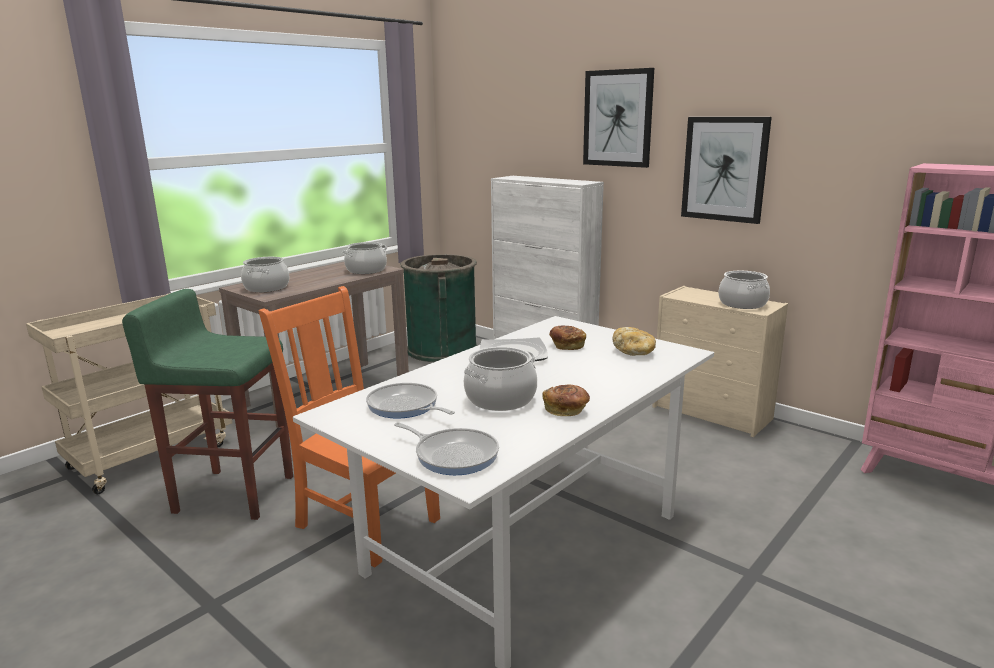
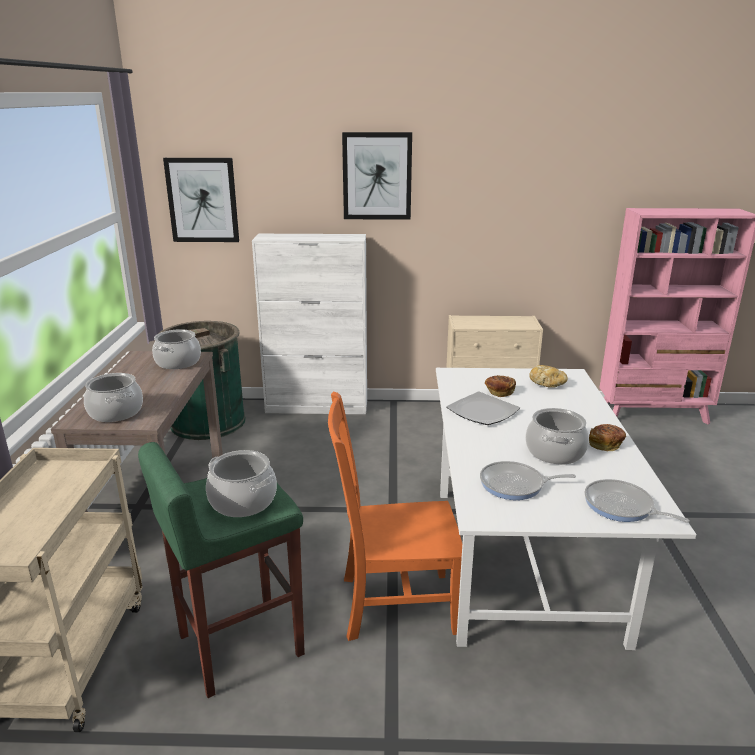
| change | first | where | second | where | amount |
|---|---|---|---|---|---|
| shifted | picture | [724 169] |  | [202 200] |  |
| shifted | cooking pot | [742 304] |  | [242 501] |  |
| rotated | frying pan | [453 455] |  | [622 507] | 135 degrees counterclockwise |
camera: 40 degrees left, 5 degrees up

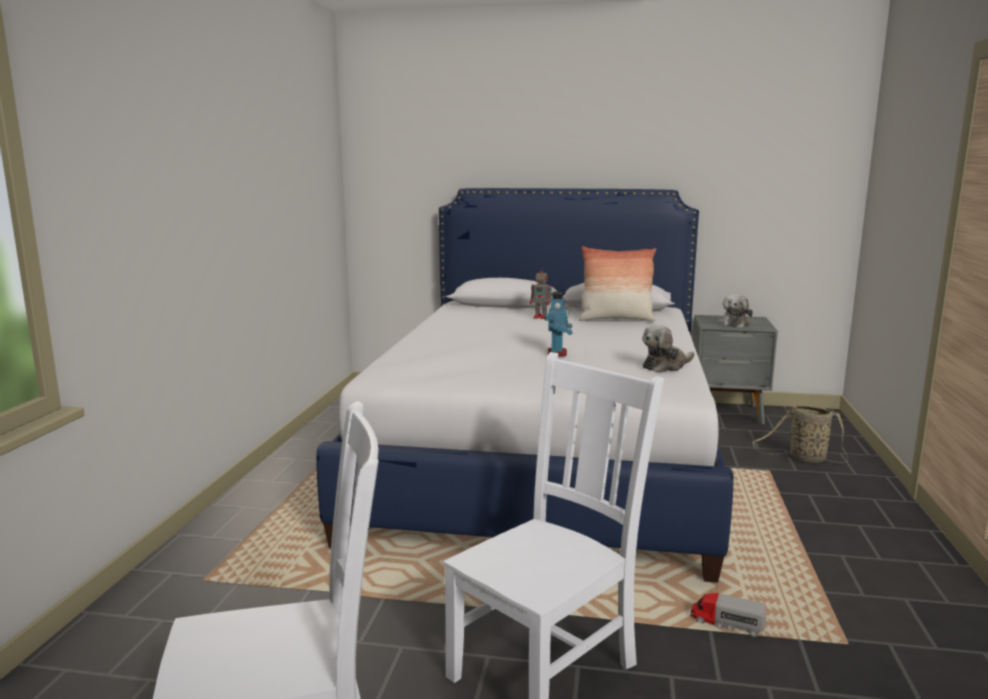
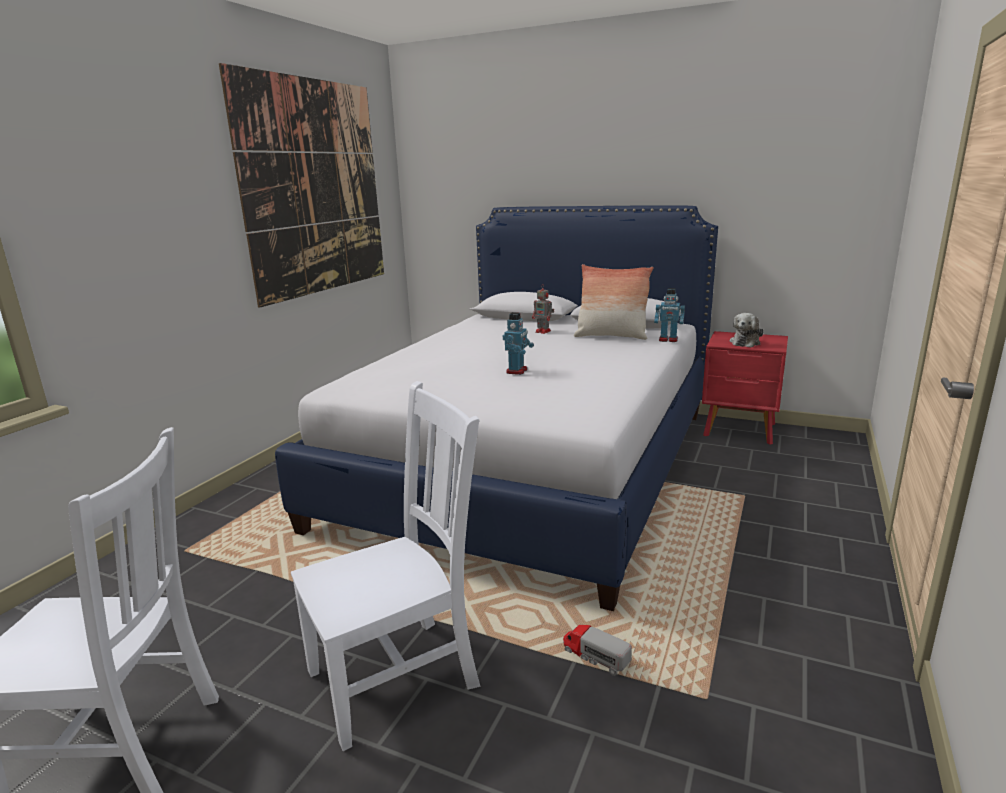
| change | first | where | second | where | amount |
|---|---|---|---|---|---|
| new |  |  | picture | [315 188] |  |
| new |  |  | toy robot | [668 340] |  |
| repainted | nightstand (grey) | [728 413] | nightstand (red) | [740 430] |  |
| gone | plush toy | [665 366] |  |  |  |
| gone | basket | [804 458] |  |  |  |
camera: 15 degrees right, 5 degrees up

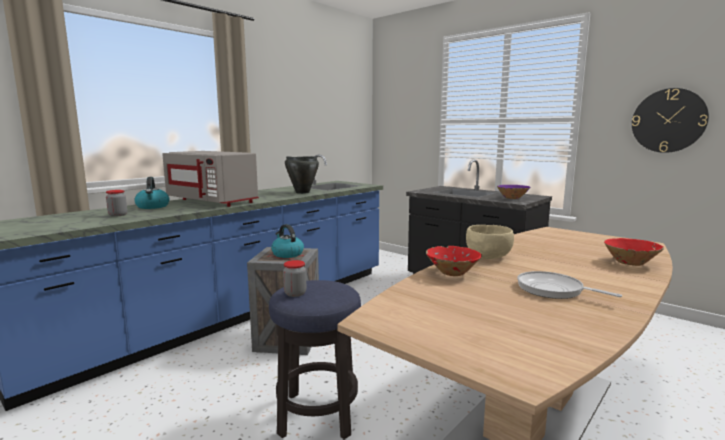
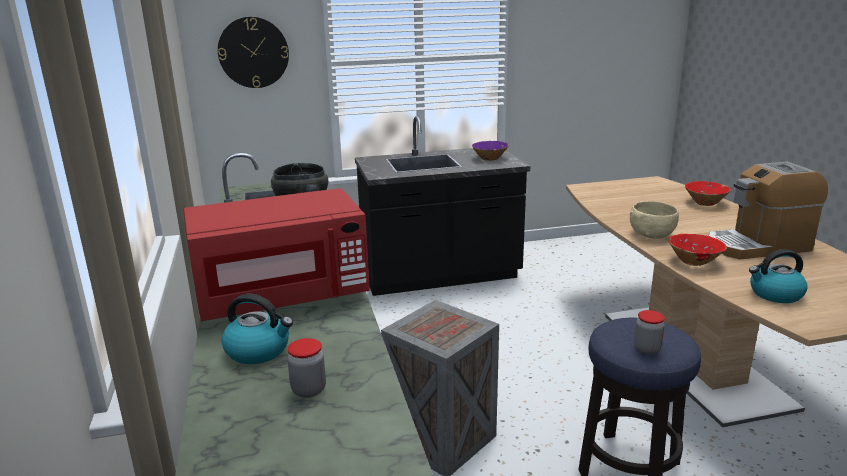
| change | first | where | second | where | amount |
|---|---|---|---|---|---|
| repainted | microwave (grey) | [213 201] | microwave (red) | [282 295] |  |
| shifted | wall clock | [668 120] |  | [253 52] |  |
| swapped | frying pan | [553 290] | coffee machine | [758 246] |  |
| shifted | kettle | [287 254] |  | [775 294] |  |
camera: 55 degrees left, 10 degrees up

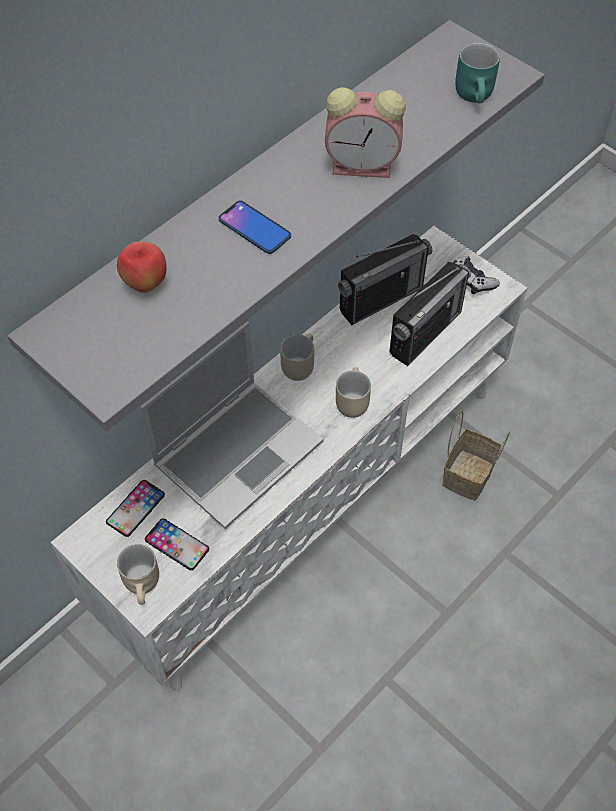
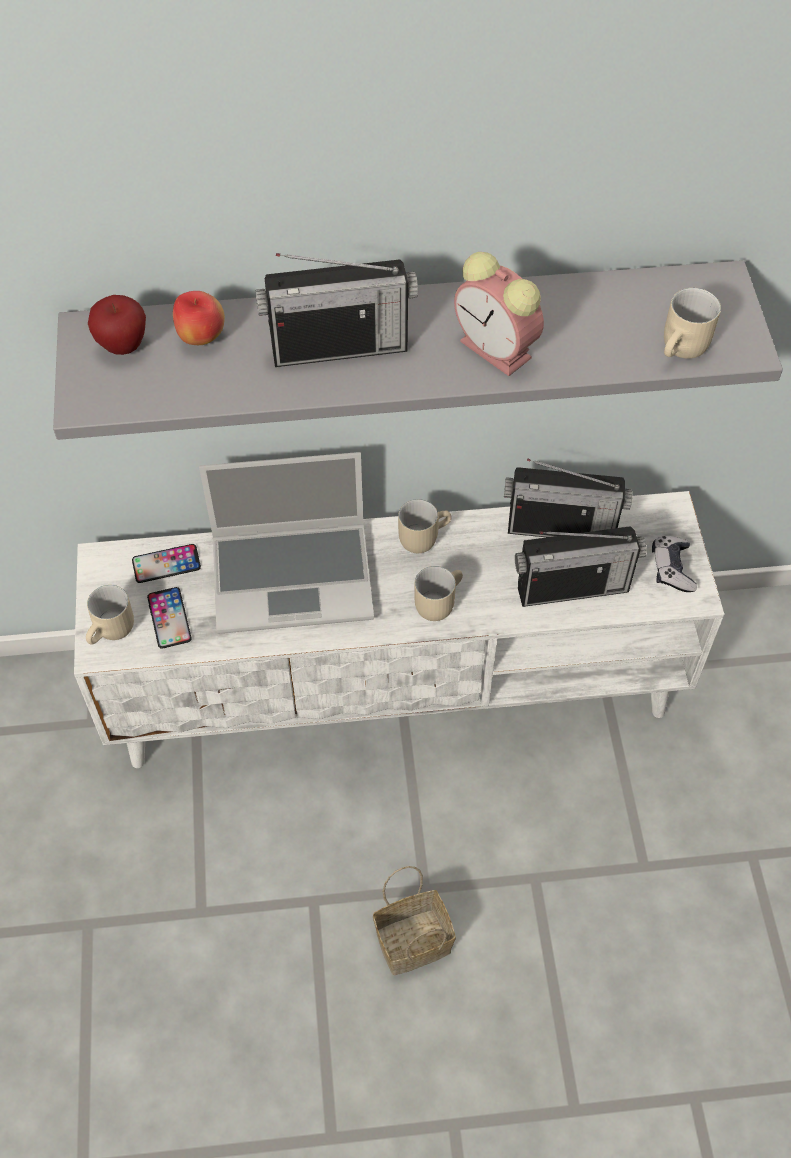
| change | first | where | second | where | amount |
|---|---|---|---|---|---|
| new |  |  | apple | [123 346] |  |
| swapped | phone | [254 228] | radio | [339 347] |  |
| shifted | basket | [468 477] |  | [411 944] |  |
| repainted | mug (turquoise) | [477 96] | mug (beige) | [684 350] |  |
camera: 40 degrees right, 0 degrees up

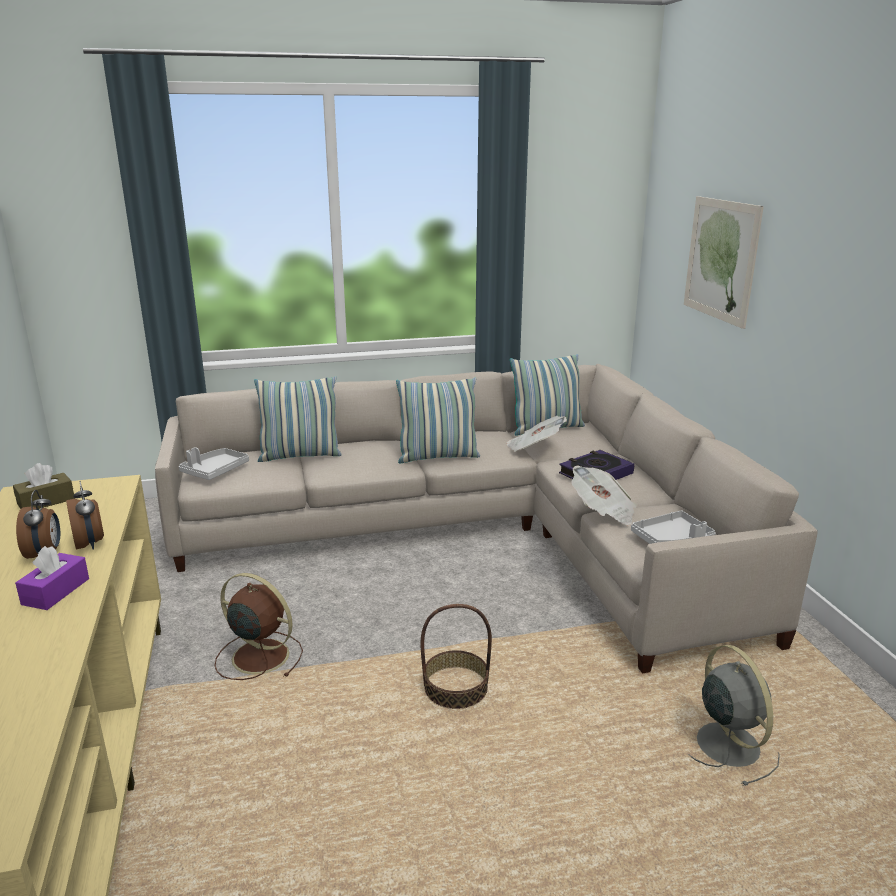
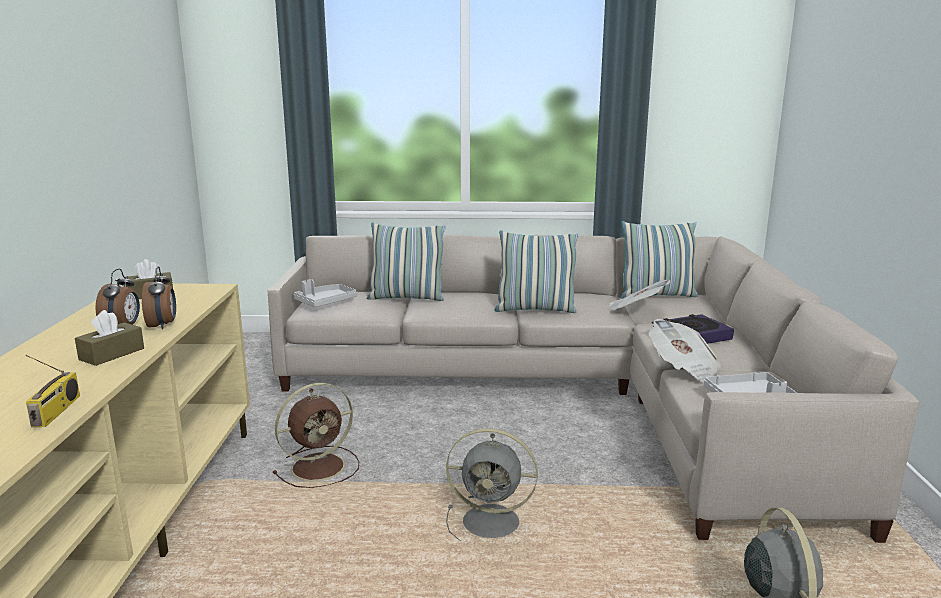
| change | first | where | second | where | amount |
|---|---|---|---|---|---|
| new |  |  | radio | [56 412] |  |
| repainted | tissue box (purple) | [56 591] | tissue box (brown) | [112 354] |  |
| rotated | fan (brown) | [258 655] |  | [320 466] | 105 degrees clockwise |
| swapped | basket | [456 688] | fan (grey) | [494 522] |  |
| gone | picture | [721 260] |  |  |  |
camera: 15 degrees right, 5 degrees down

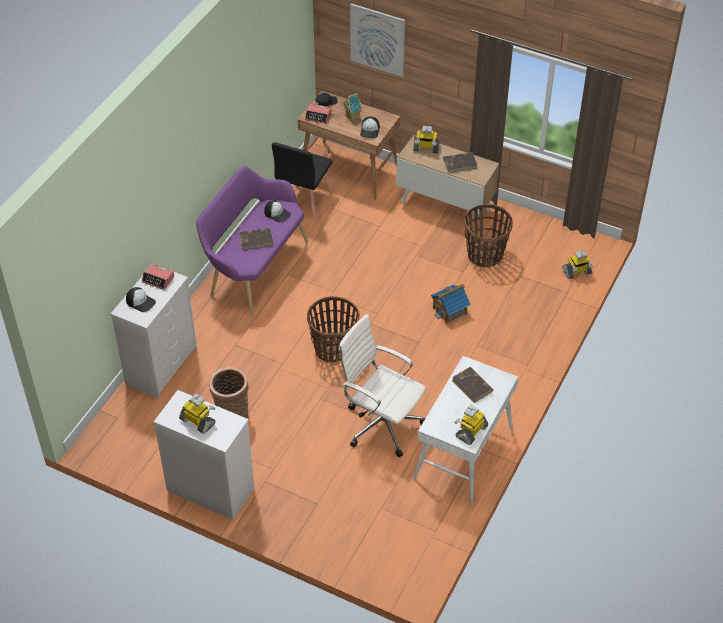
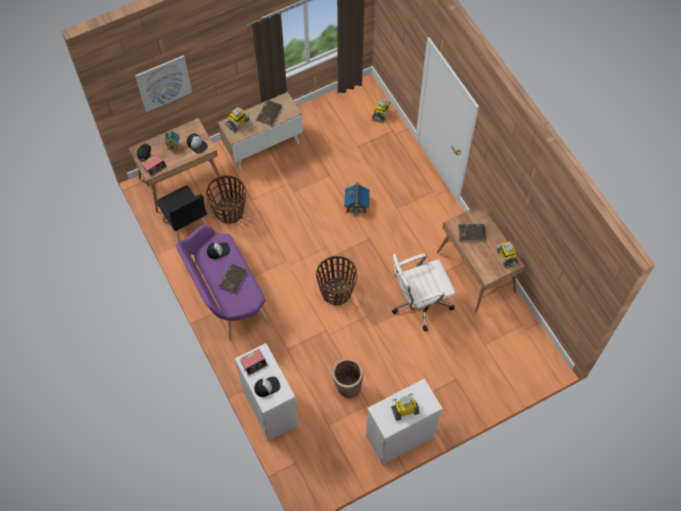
| change | first | where | second | where | amount |
|---|---|---|---|---|---|
| shifted | basket | [485 255] |  | [229 211] |  |
| repainted | desk (white) | [463 454] | desk (brown) | [476 272] |  |
camera: 55 degrees left, 15 degrees up

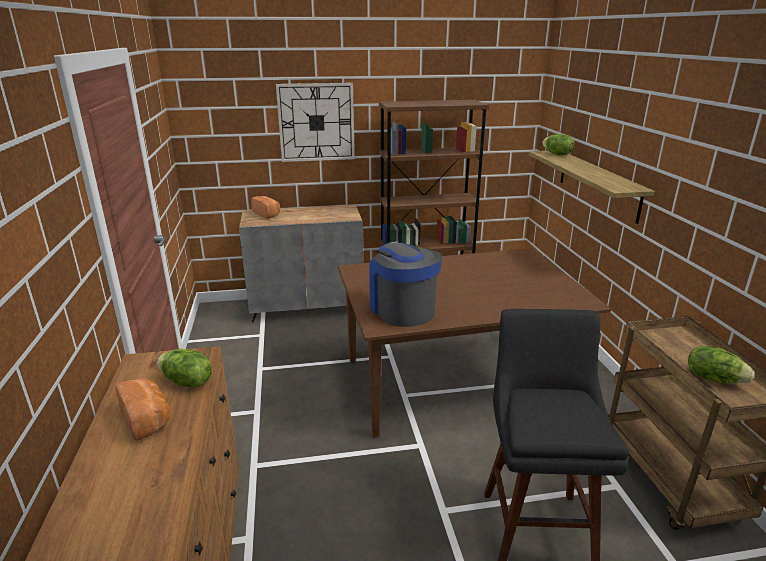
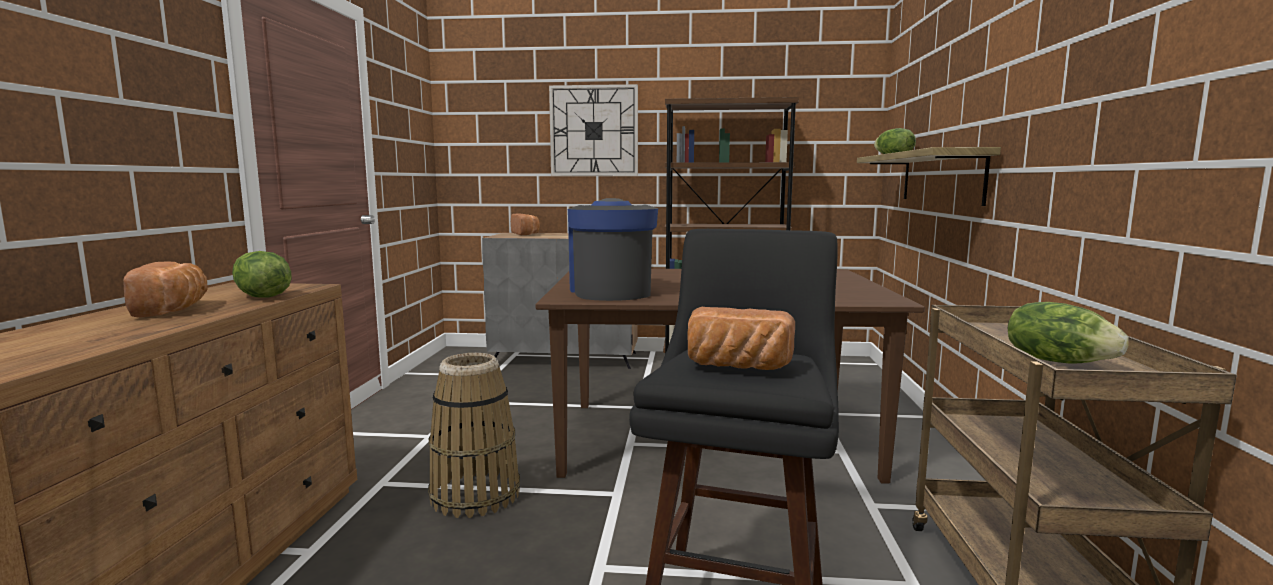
| change | first | where | second | where | amount |
|---|---|---|---|---|---|
| new |  |  | basket | [475 495] |  |
| new |  |  | bread | [737 367] |  |
camera: 15 degrees right, 15 degrees down

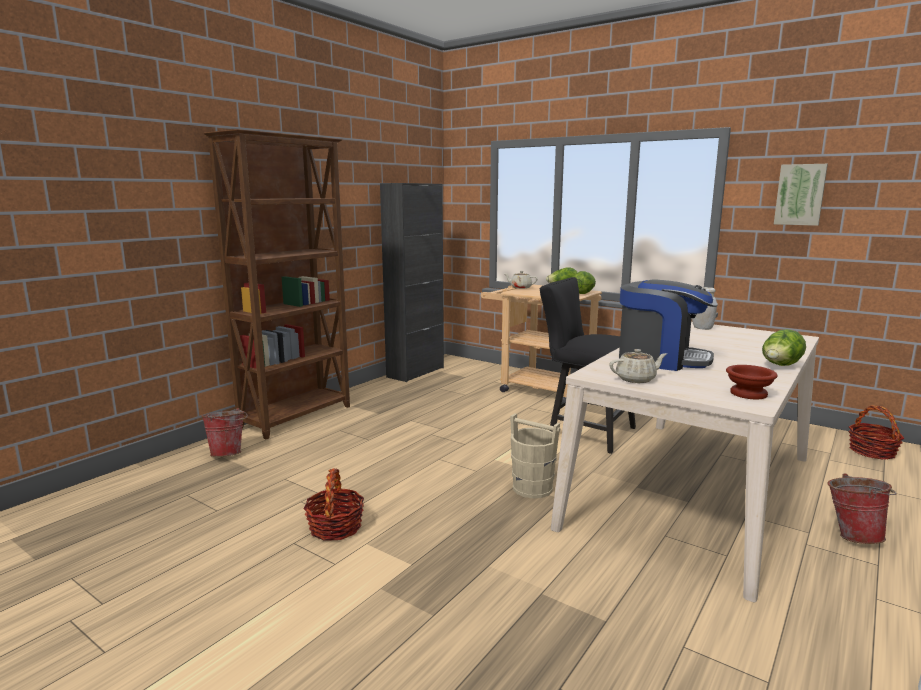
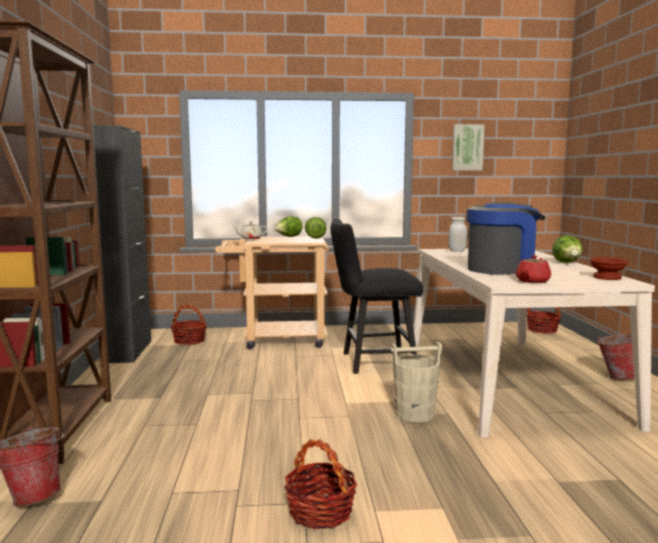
| change | first | where | second | where | amount |
|---|---|---|---|---|---|
| new |  |  | basket | [189 341] |  |
| repainted | teapot (beige) | [636 379] | teapot (red) | [533 281] |  |
camera: 40 degrees left, 5 degrees down

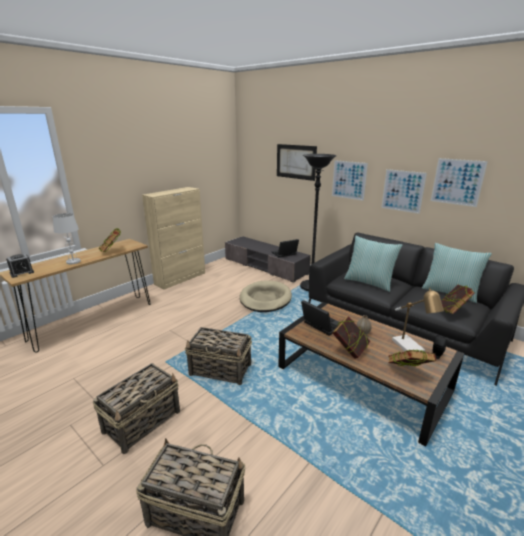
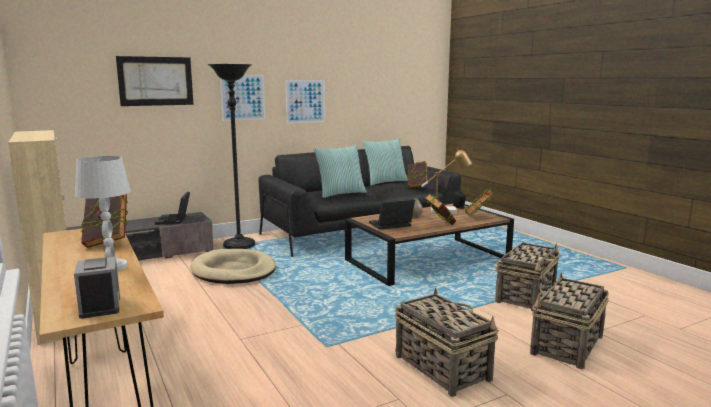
| change | first | where | second | where | amount |
|---|---|---|---|---|---|
| shifted | basket | [221 370] |  | [526 295] |  |
| gone | picture | [457 182] |  |  |  |
camera: 70 degrees left, 10 degrees down

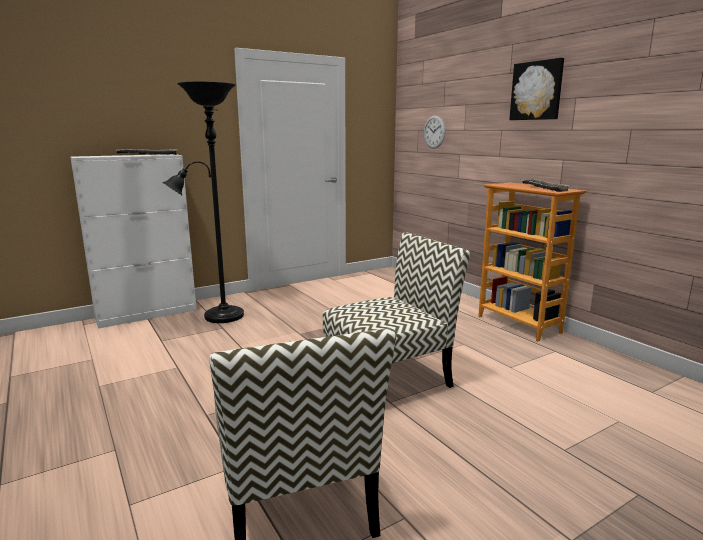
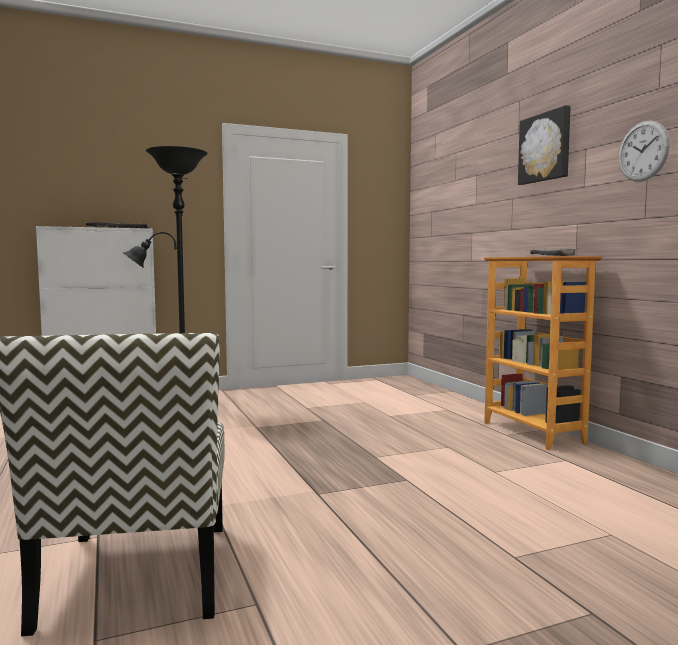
| change | first | where | second | where | amount |
|---|---|---|---|---|---|
| shifted | wall clock | [434 132] |  | [643 151] |  |
| gone | chair | [390 379] |  |  |  |
camera: 10 degrees right, 10 degrees down

